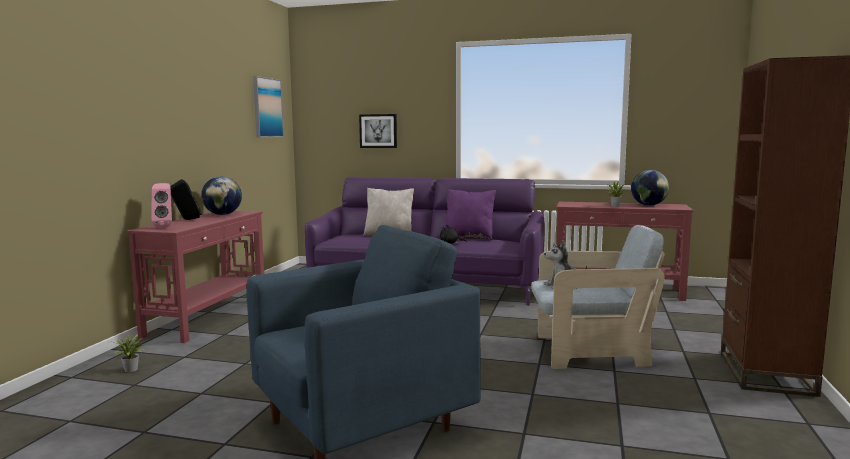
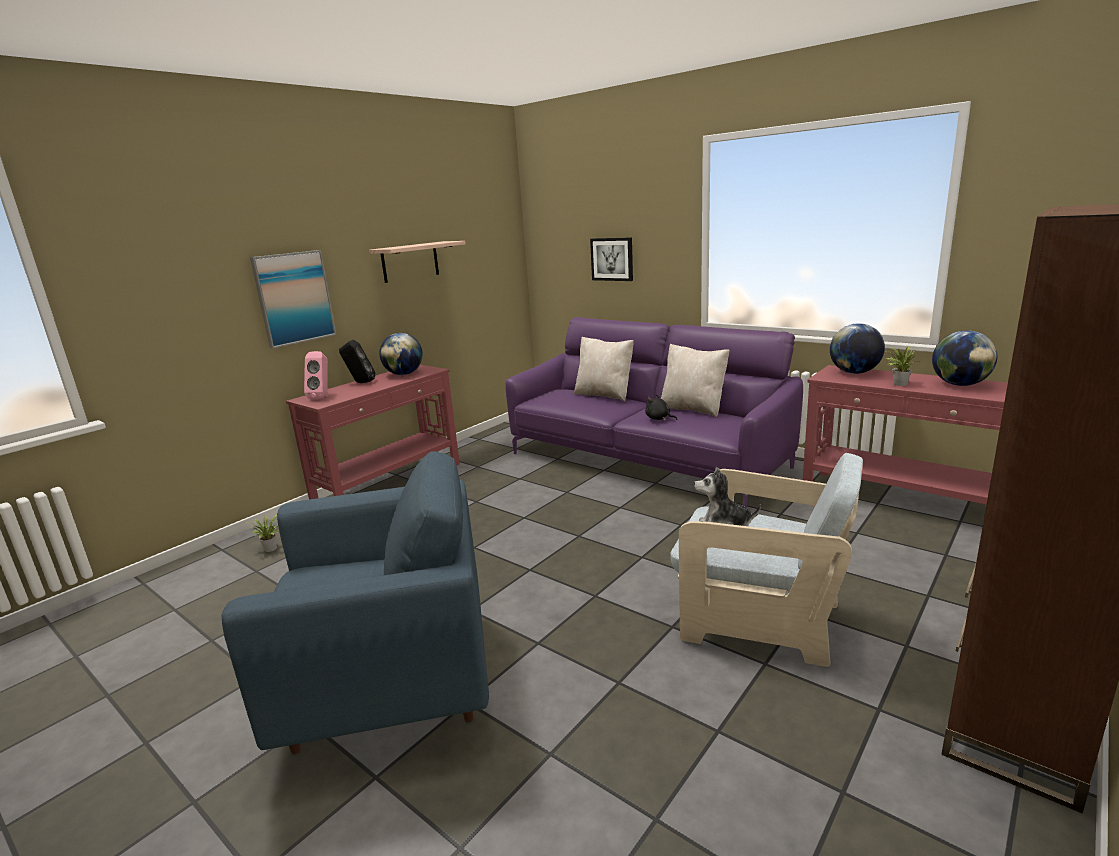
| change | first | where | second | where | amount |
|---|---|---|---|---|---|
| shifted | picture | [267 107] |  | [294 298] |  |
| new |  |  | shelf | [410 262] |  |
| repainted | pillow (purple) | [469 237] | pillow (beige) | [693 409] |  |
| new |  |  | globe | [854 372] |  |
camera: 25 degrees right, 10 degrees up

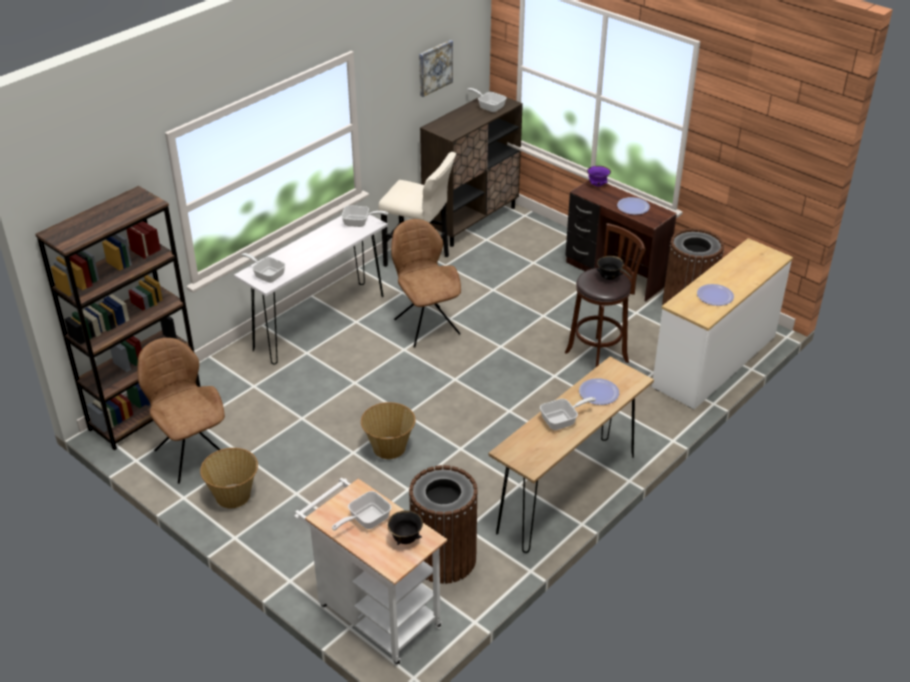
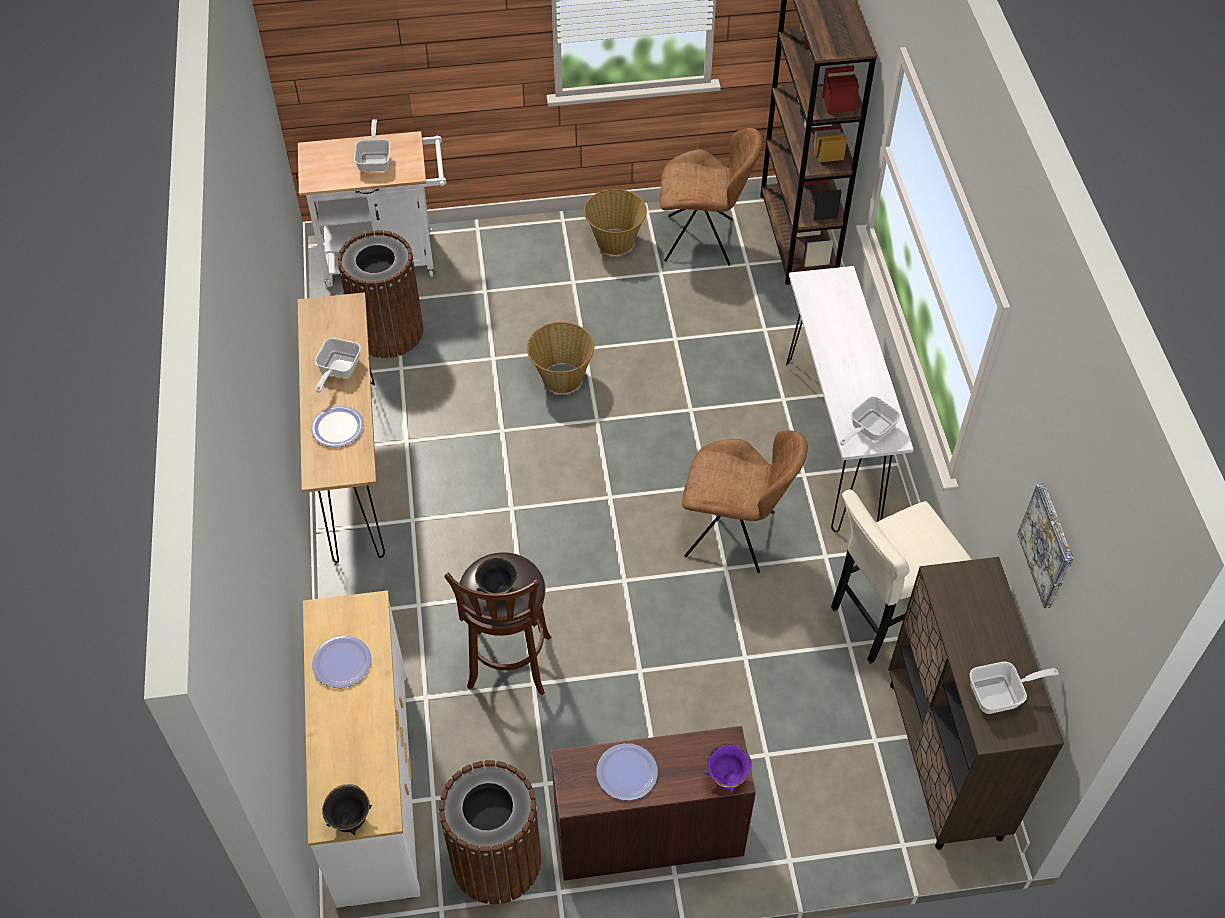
| change | first | where | second | where | amount |
|---|---|---|---|---|---|
| shifted | bowl (black) | [405 539] |  | [350 820] |  |
| gone | frying pan | [267 275] |  |  |  |
camera: 130 degrees right, 15 degrees up

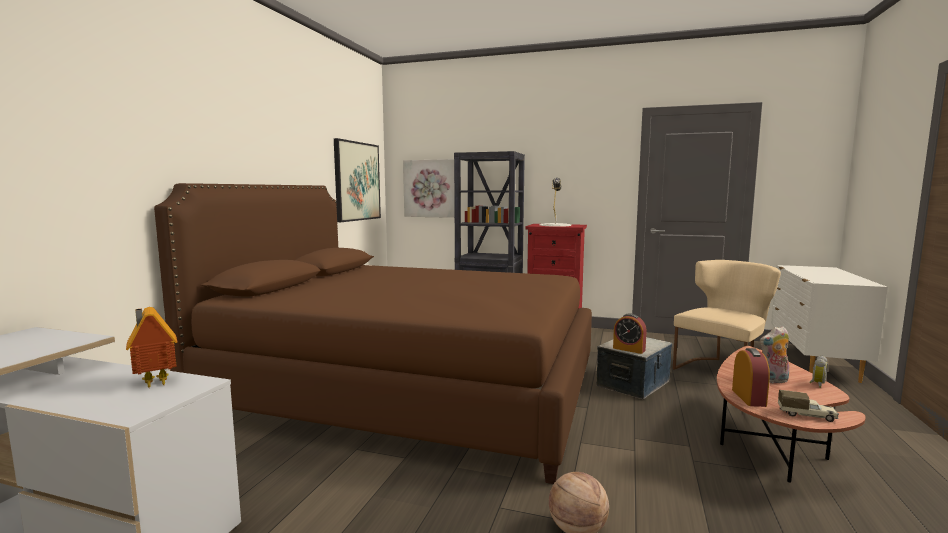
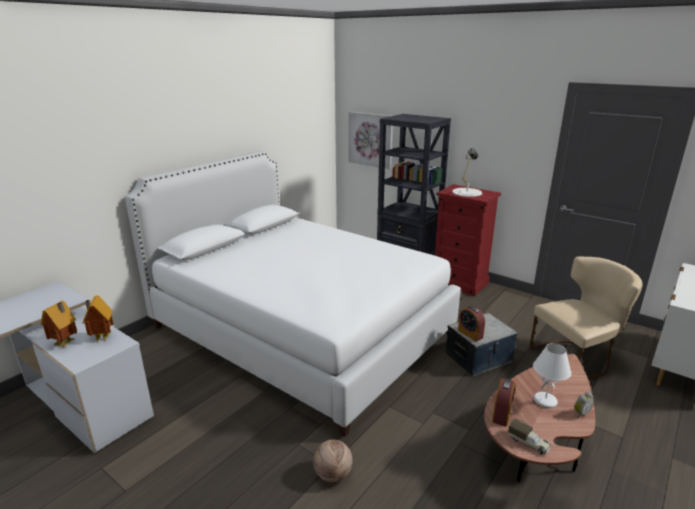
| change | first | where | second | where | amount |
|---|---|---|---|---|---|
| new |  |  | toy house | [65 343] |  |
| repainted | bed (brown) | [408 390] | bed (white) | [301 329] |  |
| swapped | plush toy | [773 381] | table lamp (white) | [545 401] |  |
| gone | picture | [357 181] |  |  |  |
camera: 20 degrees right, 15 degrees up

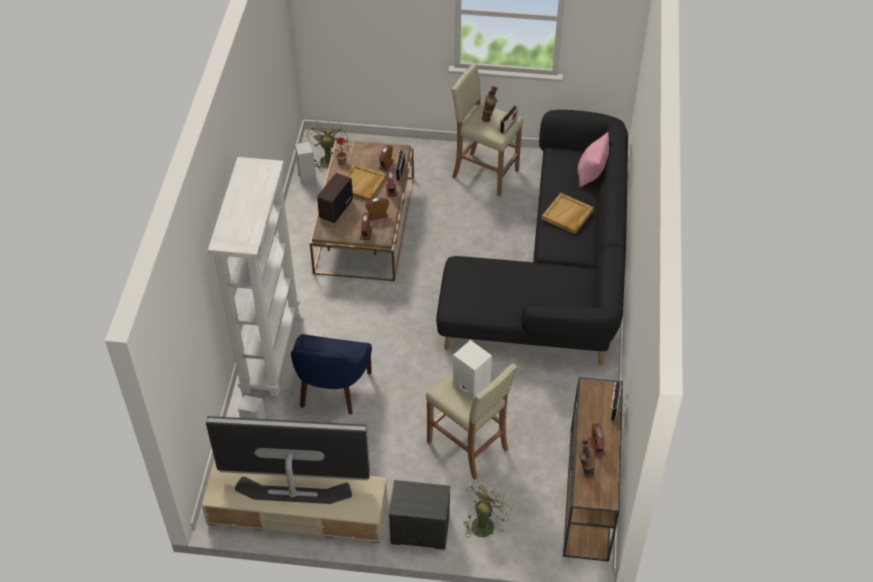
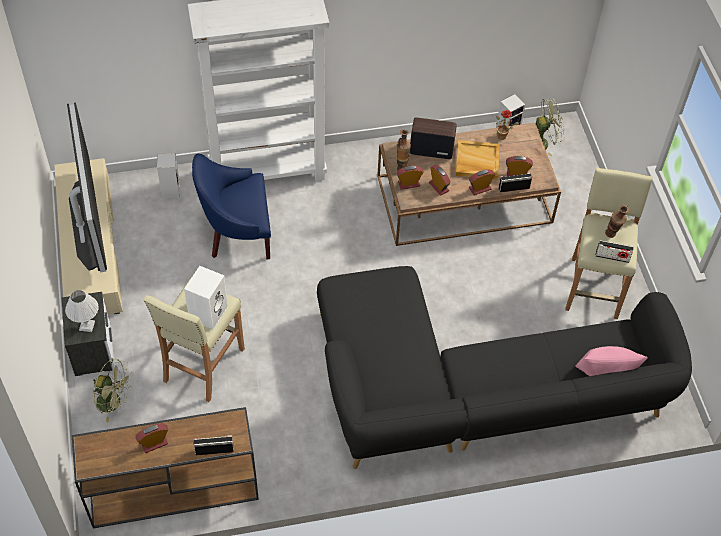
| change | first | where | second | where | amount |
|---|---|---|---|---|---|
| new |  |  | table lamp (white) | [86 326] |  |
| shifted | vase | [585 473] |  | [401 167] |  |
| gone | tray (beige) | [567 215] |  |  |  |
camera: 70 degrees right, 5 degrees up

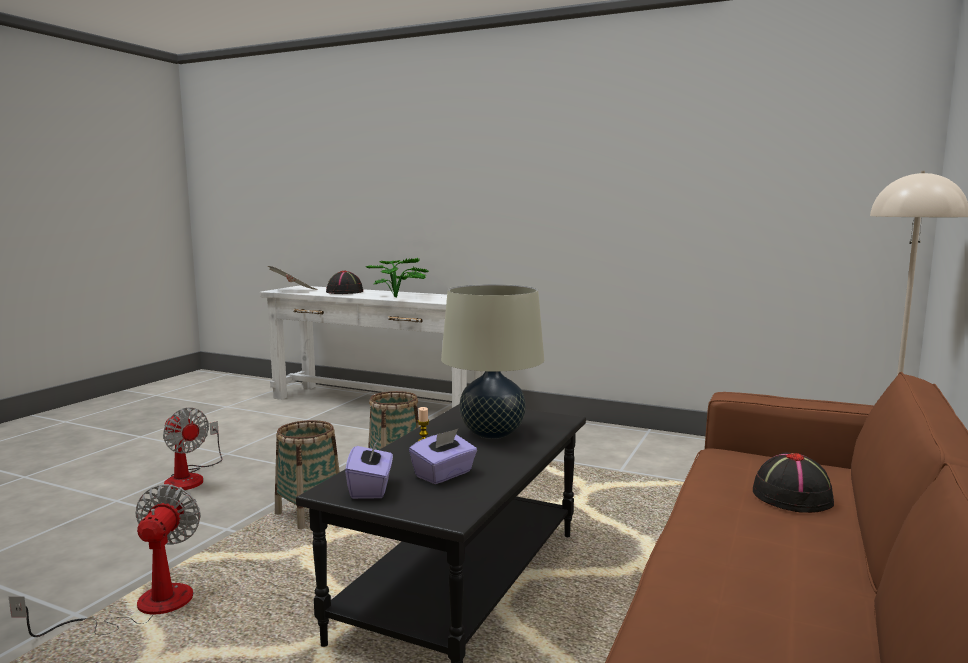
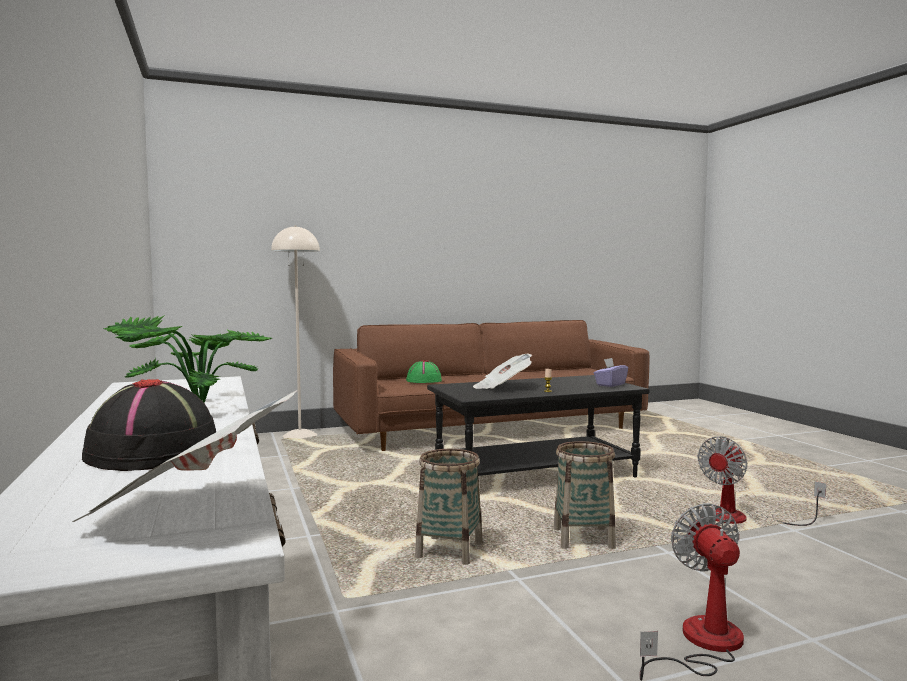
| change | first | where | second | where | amount |
|---|---|---|---|---|---|
| repainted | hat (black) | [791 496] | hat (green) | [423 381] |  |
| swapped | table lamp (beige) | [492 433] | newspaper | [502 387] |  |
| gone | tissue box (purple) | [444 474] |  |  |  |
camera: 135 degrees left, 5 degrees down

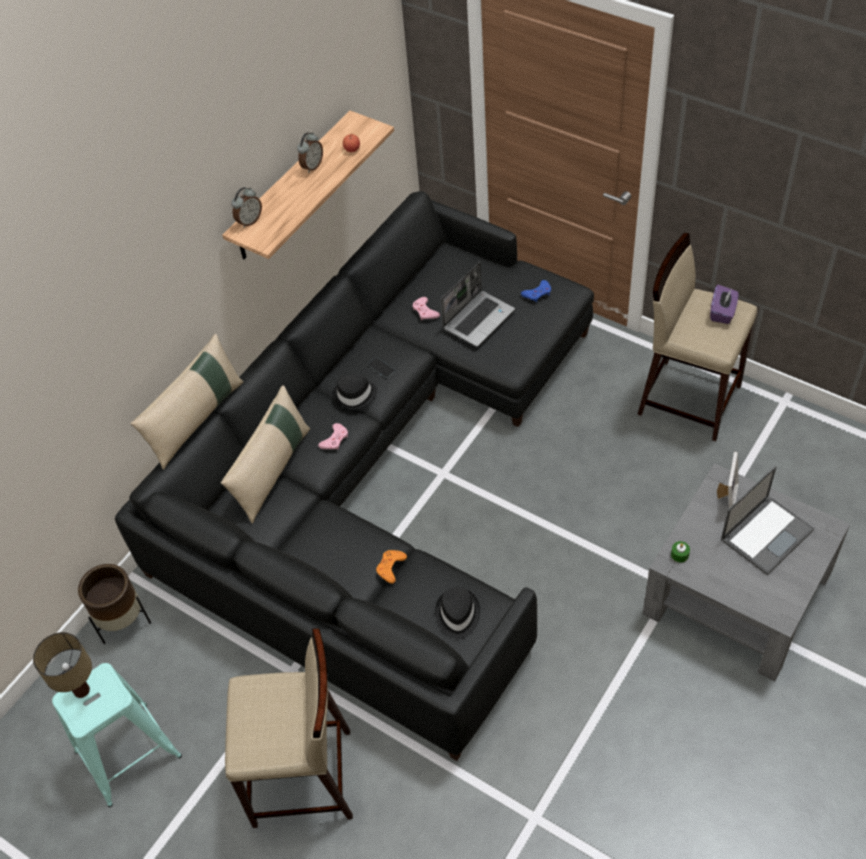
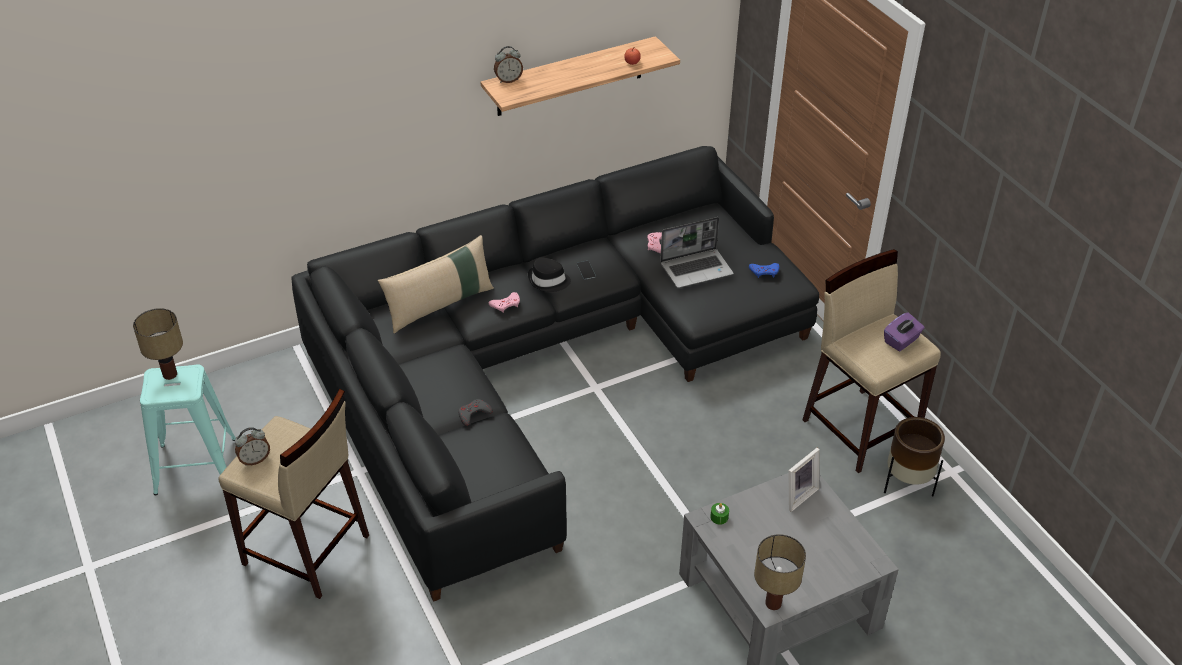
| change | first | where | second | where | amount |
|---|---|---|---|---|---|
| shifted | alarm clock | [312 166] |  | [255 459] |  |
| repainted | game controller (orange) | [390 567] | game controller (grey) | [473 414] |  |
| new |  |  | table lamp | [772 602] |  |
| shifted | planter (brown) | [123 621] |  | [907 483] |  |
| gone | pillow (beige) | [196 420] |  |  |  |
| gone | hat (black) | [457 615] |  |  |  |
| gone | laptop | [767 534] |  |  |  |
camera: 25 degrees right, 10 degrees down

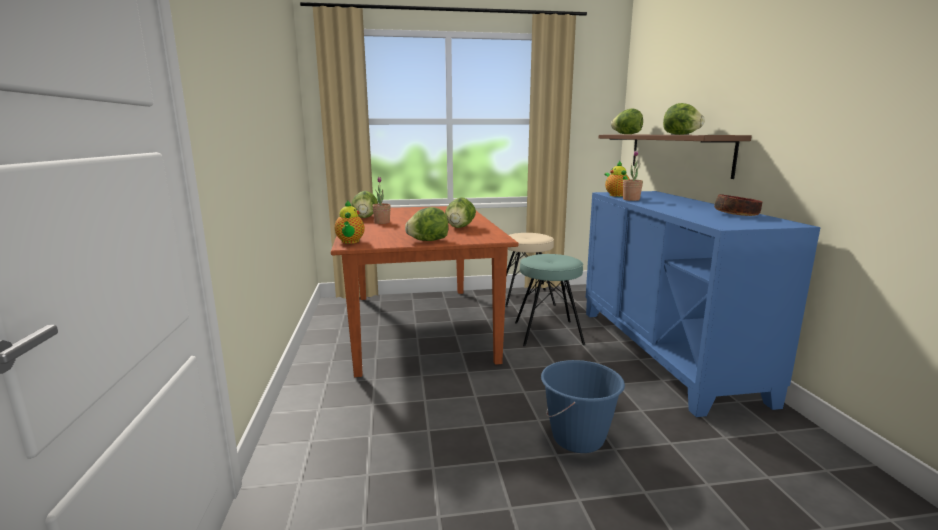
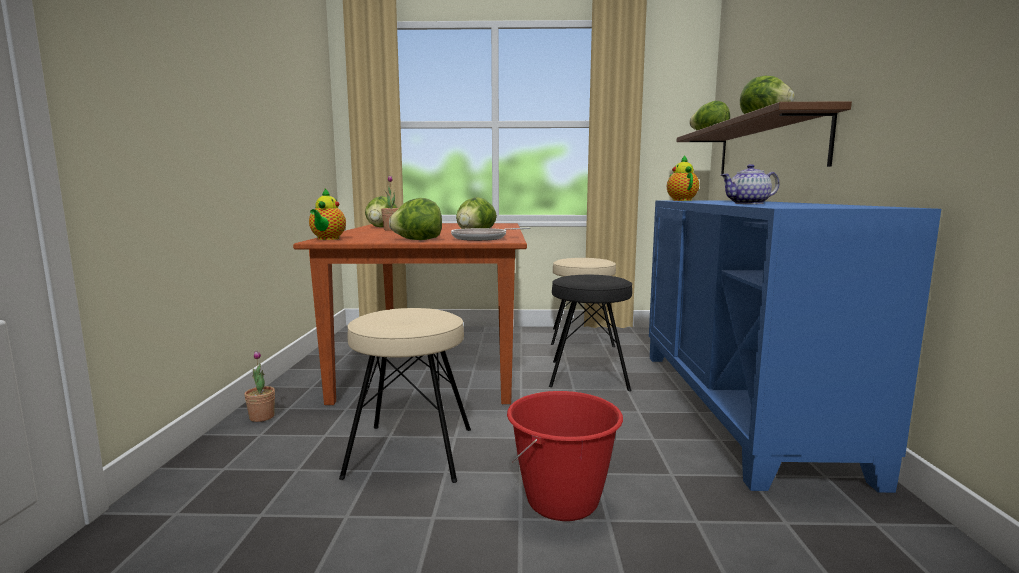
| change | first | where | second | where | amount |
|---|---|---|---|---|---|
| shifted | potted plant | [631 199] |  | [262 417] |  |
| new |  |  | stool (beige) | [411 452] |  |
| new |  |  | frying pan | [482 238] |  |
| repainted | bucket (blue) | [578 438] | bucket (red) | [563 501] |  |
| repainted | stool (turquoise) | [548 333] | stool (black) | [588 375] |  |
| new |  |  | teapot | [748 203] |  |
| gone | bowl | [737 214] |  |  |  |
camera: 10 degrees right, 5 degrees down

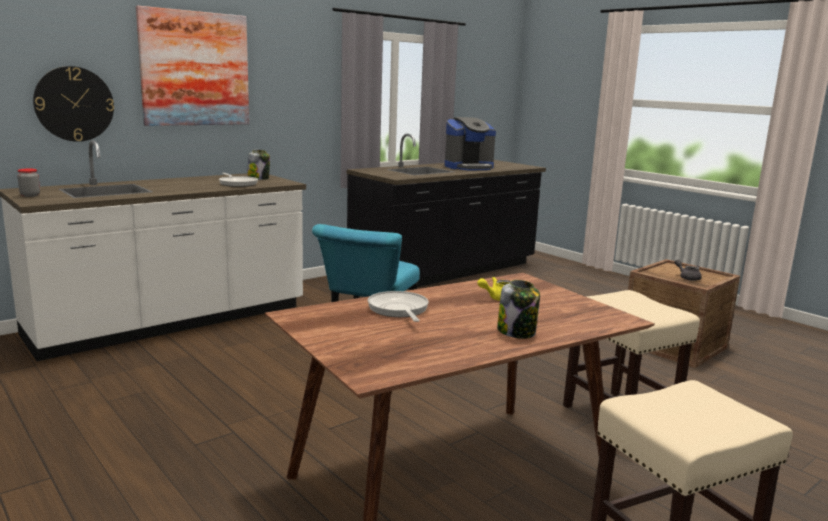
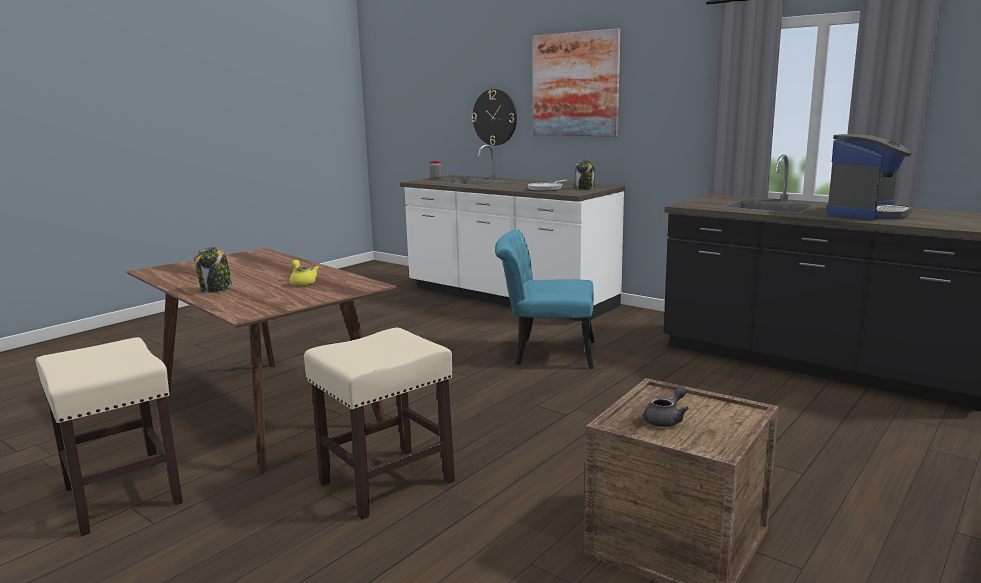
| change | first | where | second | where | amount |
|---|---|---|---|---|---|
| rotated | coffee machine | [469 167] |  | [866 213] | 105 degrees counterclockwise |
| gone | frying pan | [398 310] |  |  |  |
camera: 80 degrees right, 0 degrees up

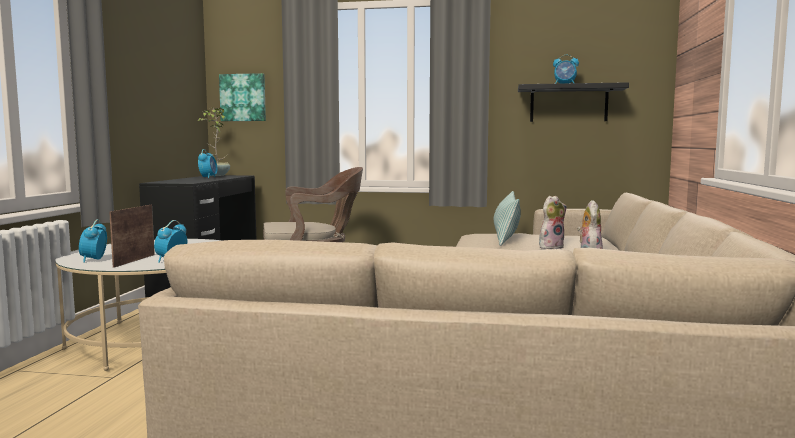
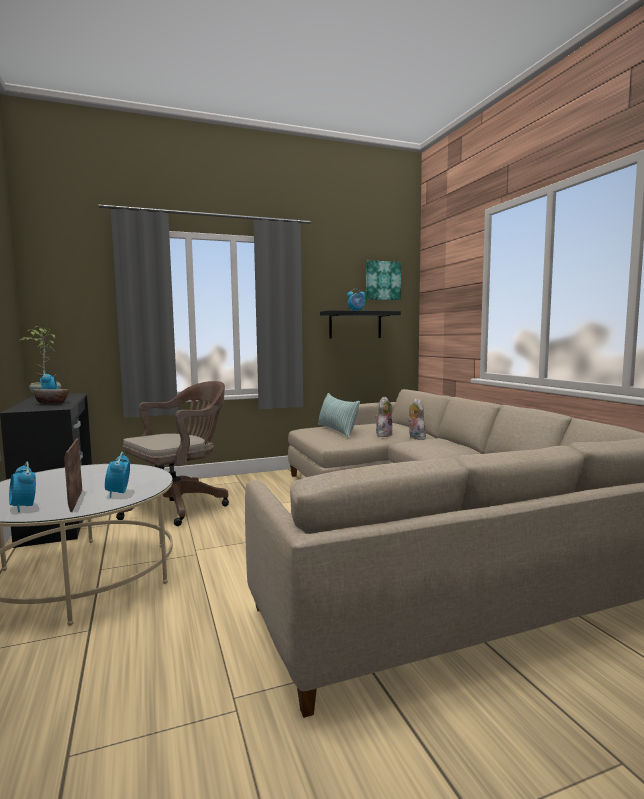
| change | first | where | second | where | amount |
|---|---|---|---|---|---|
| new |  |  | bowl | [52 403] |  |
| shifted | picture | [243 97] |  | [382 280] |  |
camera: 30 degrees left, 0 degrees up

